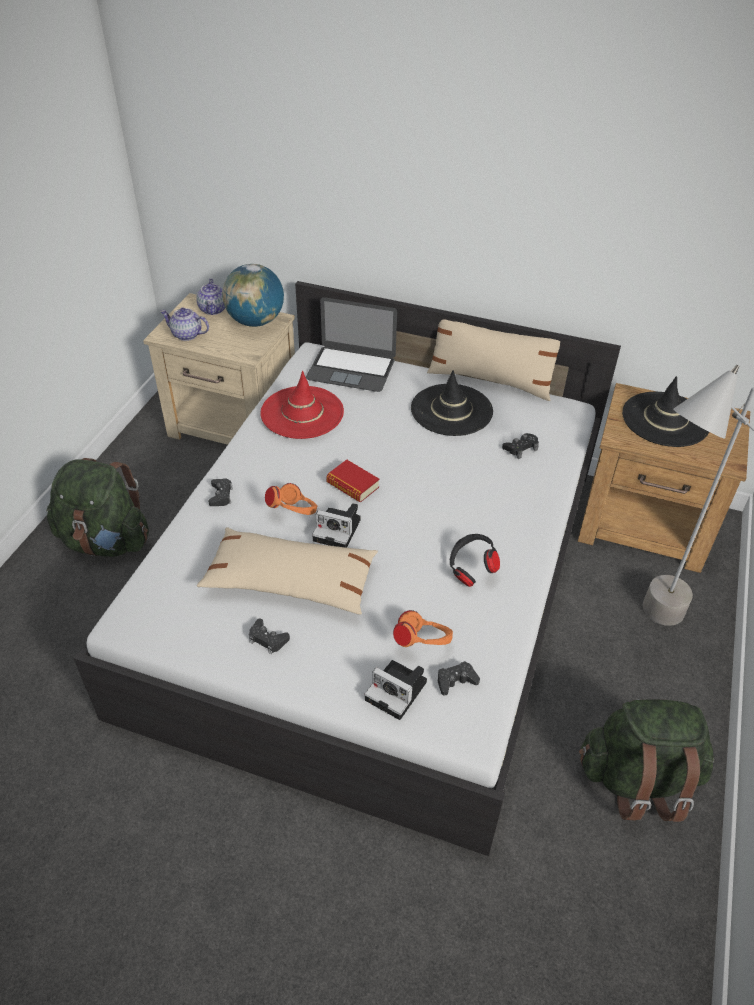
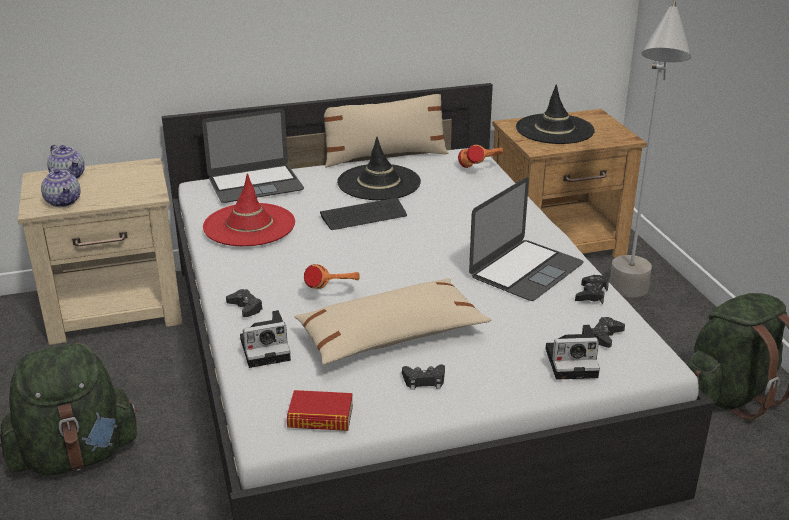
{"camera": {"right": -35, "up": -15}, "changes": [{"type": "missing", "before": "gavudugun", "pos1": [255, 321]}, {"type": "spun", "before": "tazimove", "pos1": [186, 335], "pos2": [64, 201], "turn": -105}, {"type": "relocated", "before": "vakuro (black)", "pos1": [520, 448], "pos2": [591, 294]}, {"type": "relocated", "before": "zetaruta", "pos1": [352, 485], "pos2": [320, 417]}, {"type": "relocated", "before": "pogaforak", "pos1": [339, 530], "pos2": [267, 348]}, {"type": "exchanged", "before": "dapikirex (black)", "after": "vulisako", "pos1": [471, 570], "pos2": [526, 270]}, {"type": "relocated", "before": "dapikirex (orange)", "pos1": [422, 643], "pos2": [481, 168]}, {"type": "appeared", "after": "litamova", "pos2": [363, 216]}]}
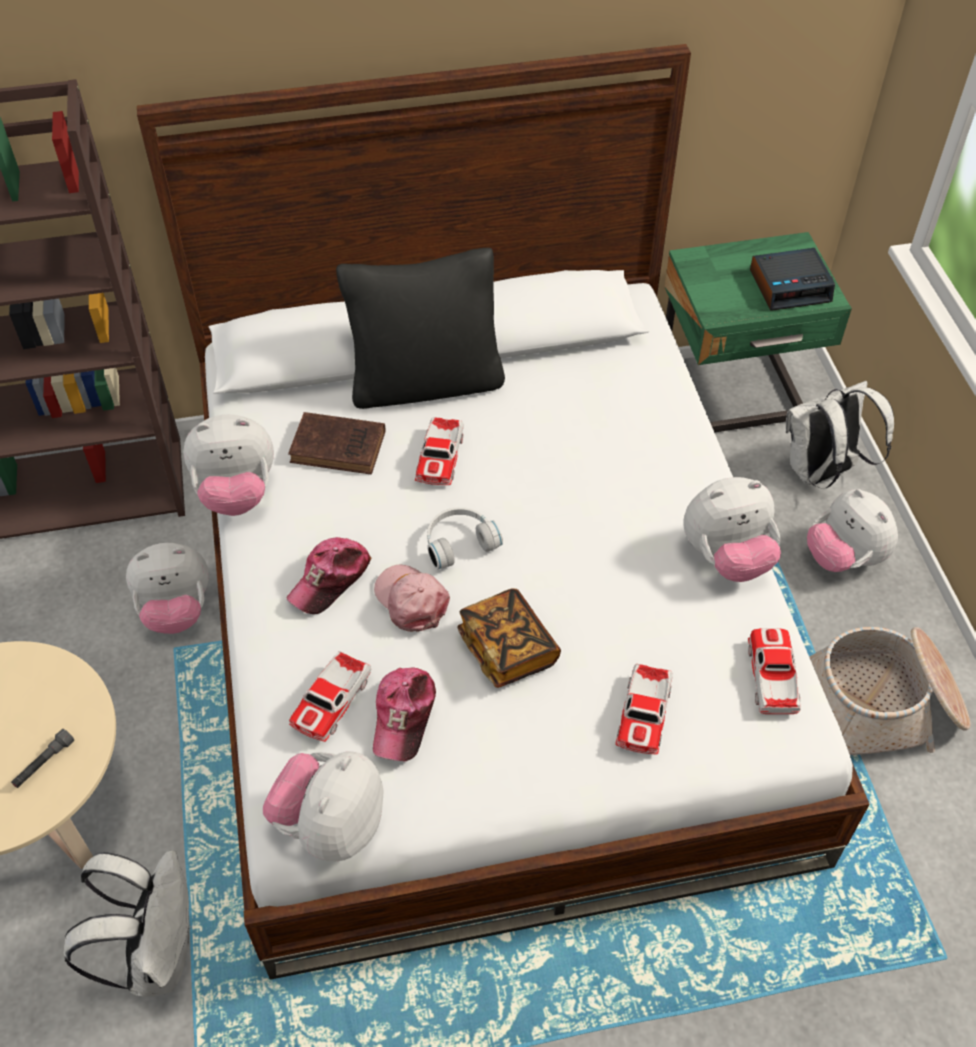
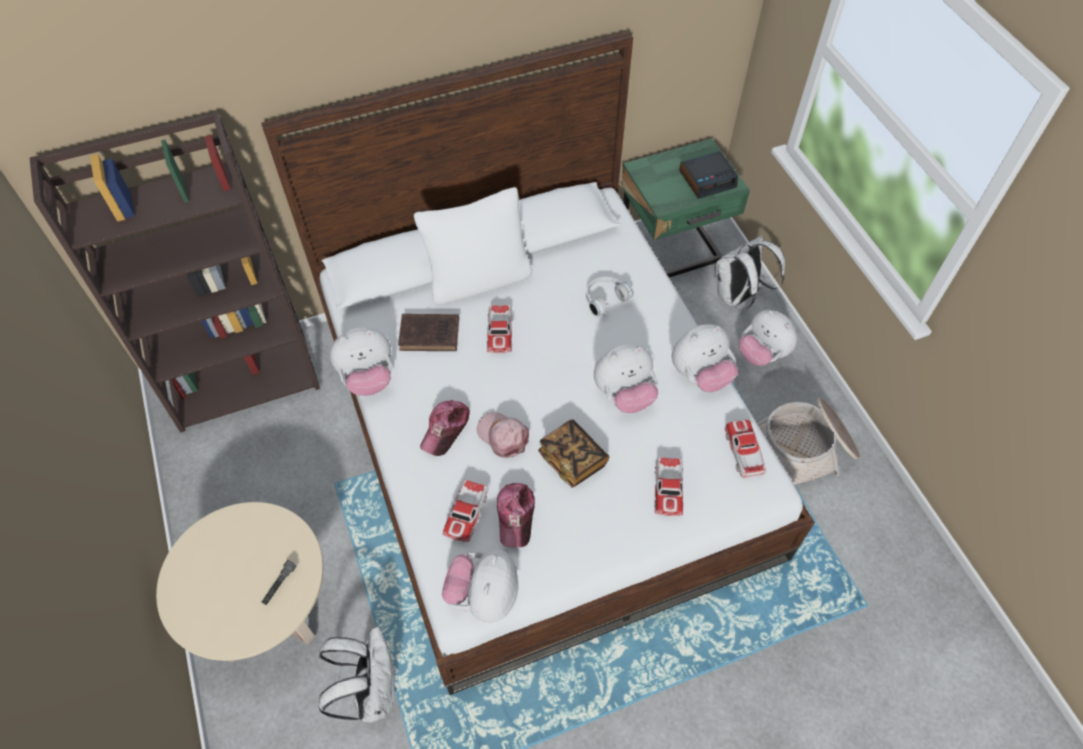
{"camera": {"right": -10, "up": 5}, "changes": [{"type": "colour", "before": "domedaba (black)", "after": "domedaba (white)", "pos1": [426, 382], "pos2": [478, 279]}, {"type": "relocated", "before": "dapikirex (white)", "pos1": [458, 542], "pos2": [604, 298]}, {"type": "relocated", "before": "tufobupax", "pos1": [176, 610], "pos2": [624, 394]}]}
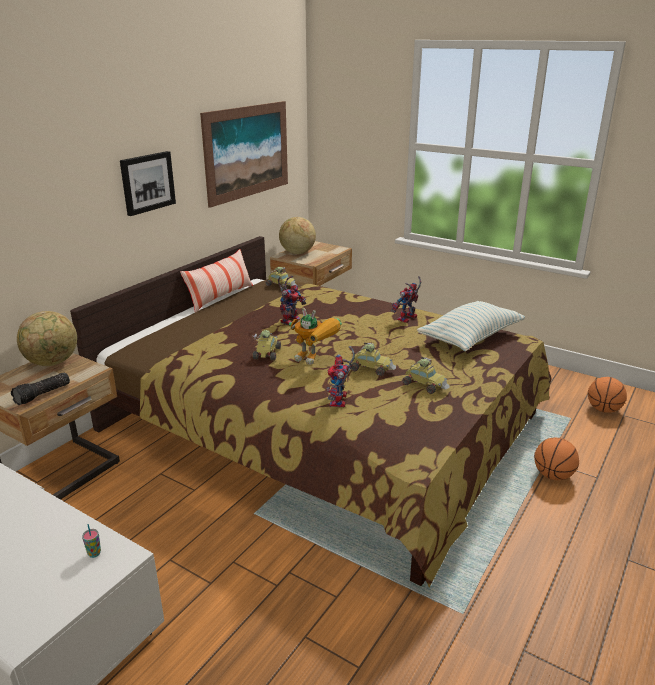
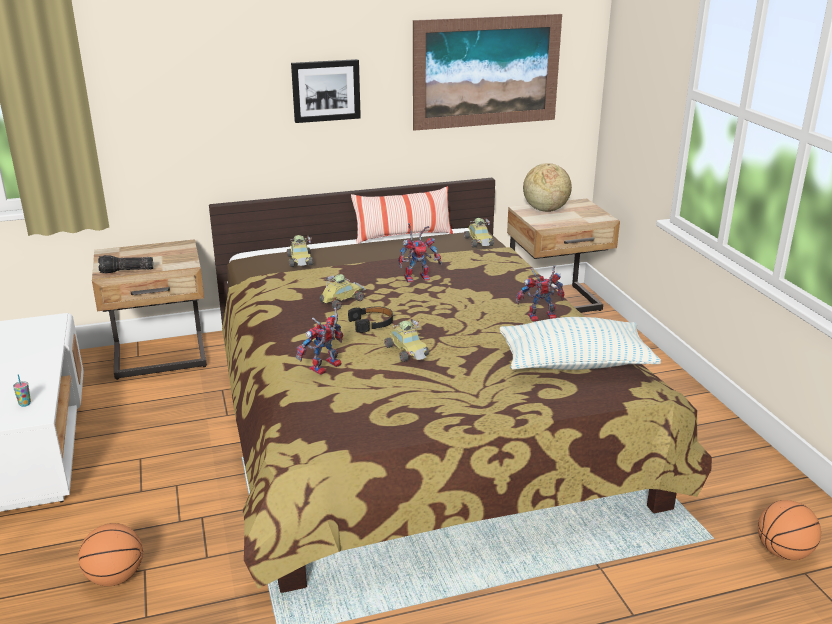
{"camera": {"right": 40, "up": 0}, "changes": [{"type": "exchanged", "before": "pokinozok", "after": "dapikirex (black)", "pos1": [316, 360], "pos2": [372, 323]}, {"type": "missing", "before": "gavudugun", "pos1": [53, 363]}, {"type": "relocated", "before": "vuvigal", "pos1": [425, 384], "pos2": [300, 261]}, {"type": "relocated", "before": "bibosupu", "pos1": [553, 475], "pos2": [115, 577]}]}
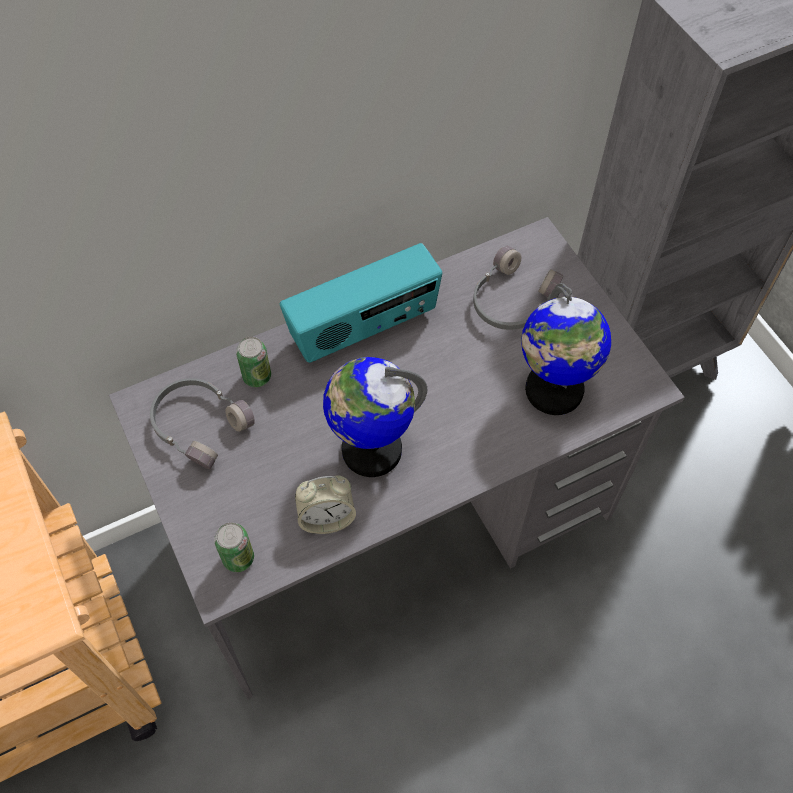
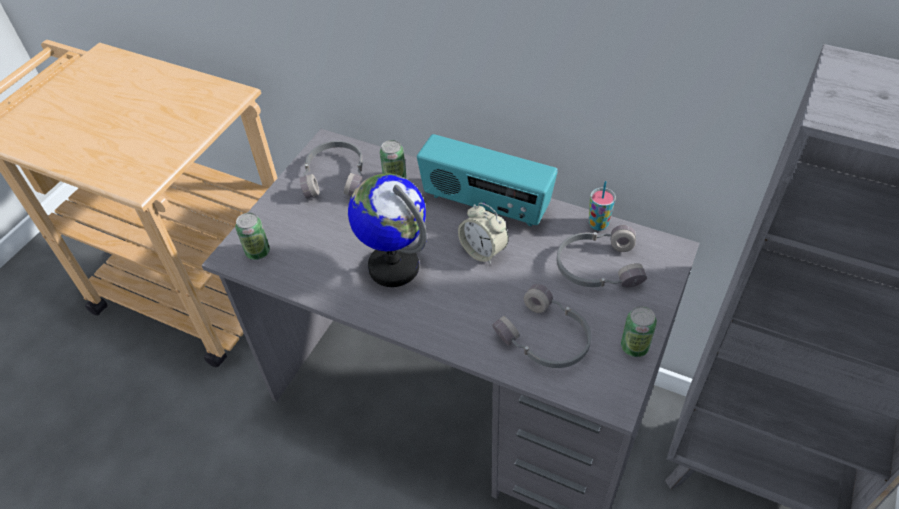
{"camera": {"right": 55, "up": -10}, "changes": [{"type": "exchanged", "before": "gavudugun", "after": "dapikirex (grey)", "pos1": [553, 390], "pos2": [545, 339]}, {"type": "relocated", "before": "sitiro", "pos1": [326, 517], "pos2": [483, 251]}, {"type": "appeared", "after": "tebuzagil", "pos2": [598, 224]}, {"type": "appeared", "after": "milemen", "pos2": [634, 347]}]}
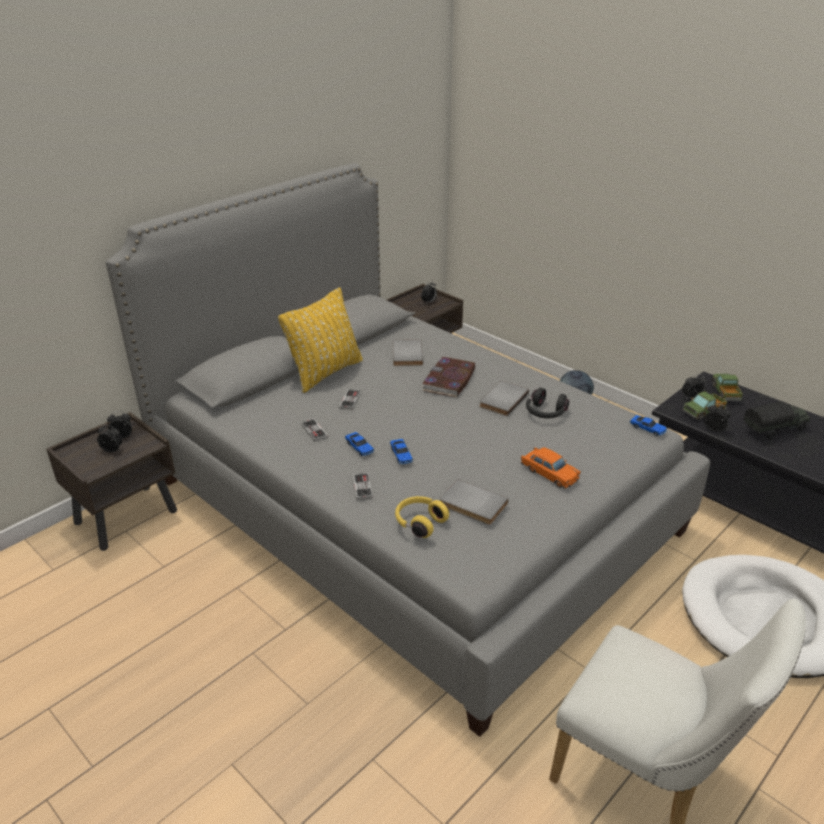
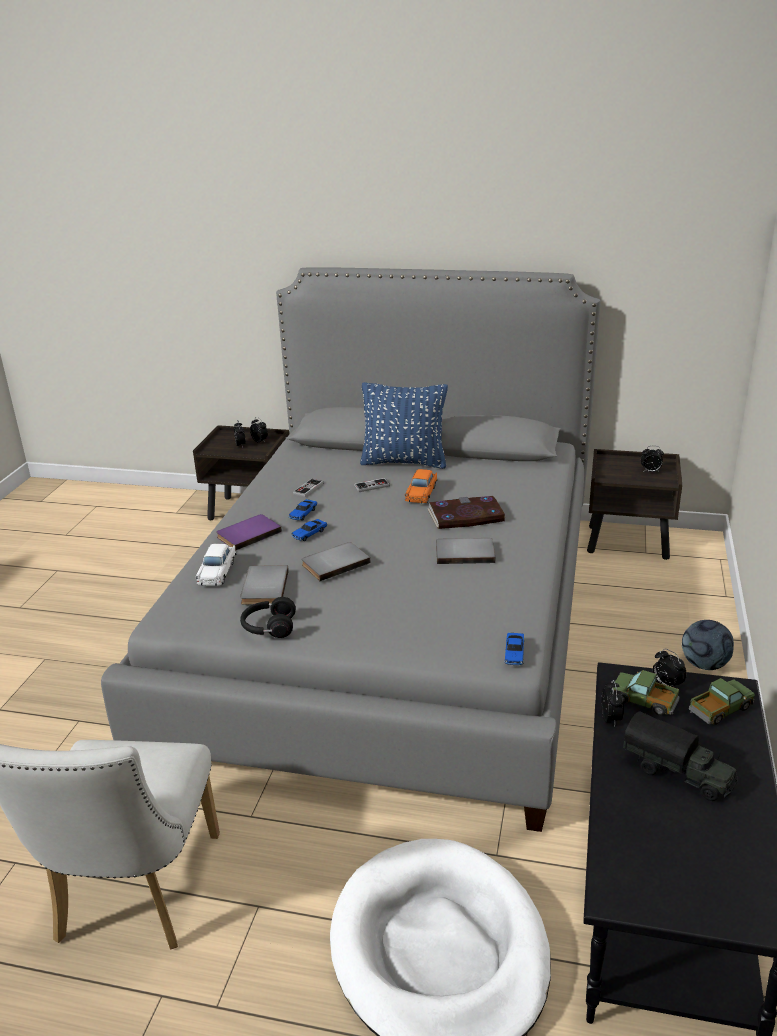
{"camera": {"right": 60, "up": -5}, "changes": [{"type": "colour", "before": "domedaba (yellow)", "after": "domedaba (blue)", "pos1": [325, 372], "pos2": [404, 462]}, {"type": "relocated", "before": "zetaruta (grey)", "pos1": [405, 354], "pos2": [334, 563]}, {"type": "relocated", "before": "dapikirex (black)", "pos1": [545, 413], "pos2": [268, 628]}, {"type": "relocated", "before": "vuvigal (orange)", "pos1": [549, 473], "pos2": [422, 493]}, {"type": "exchanged", "before": "vakuro", "after": "zetaruta (purple)", "pos1": [362, 487], "pos2": [247, 534]}, {"type": "exchanged", "before": "dapikirex (yellow)", "after": "vuvigal (white)", "pos1": [419, 522], "pos2": [217, 571]}]}
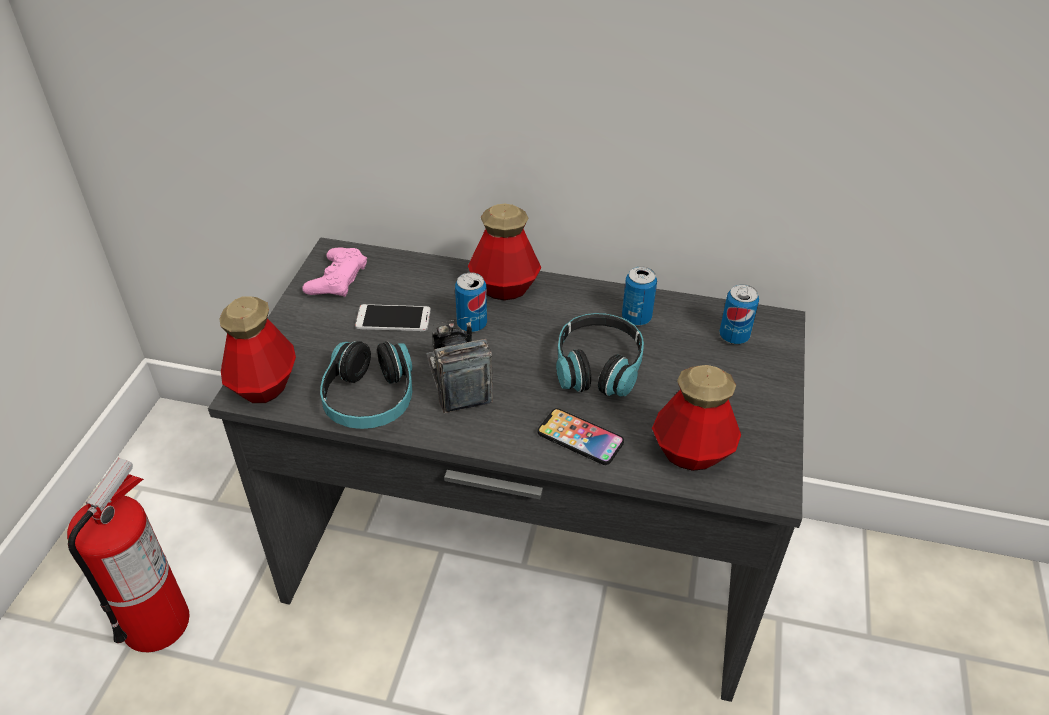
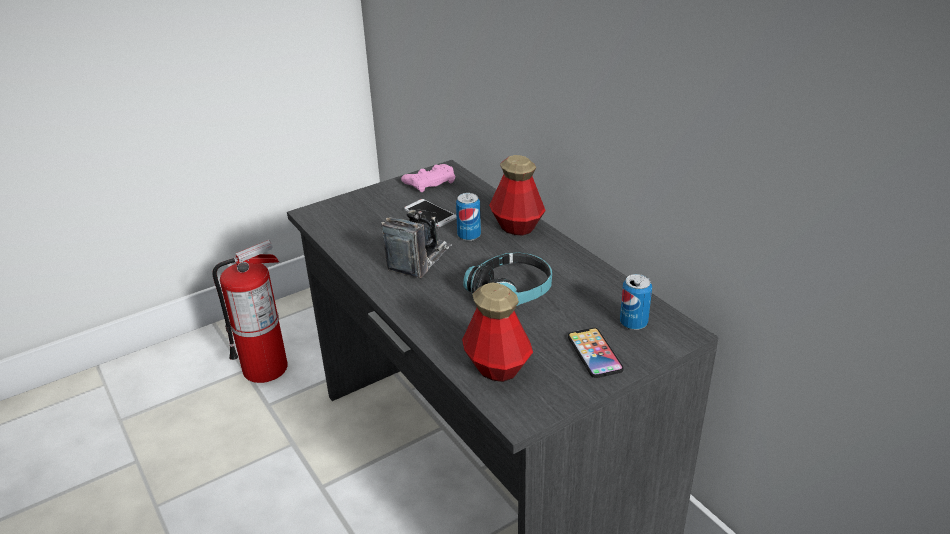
{"camera": {"right": 45, "up": -10}, "changes": [{"type": "missing", "before": "milemen", "pos1": [636, 318]}, {"type": "missing", "before": "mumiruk", "pos1": [264, 386]}, {"type": "missing", "before": "dapikirex", "pos1": [370, 399]}, {"type": "relocated", "before": "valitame", "pos1": [580, 437], "pos2": [594, 353]}]}
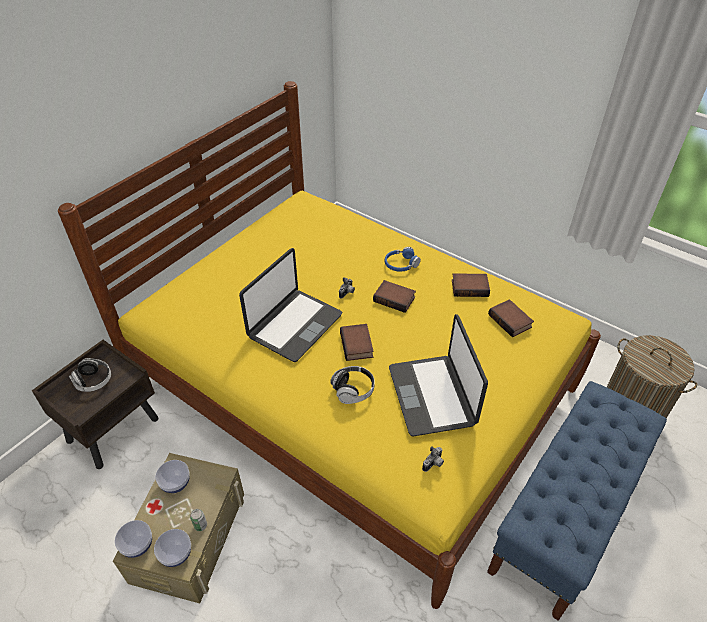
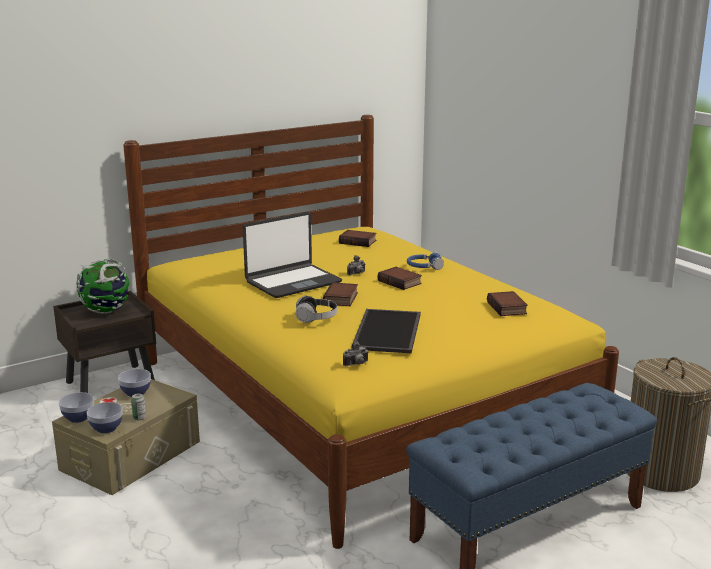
{"camera": {"right": 20, "up": -25}, "changes": [{"type": "relocated", "before": "zetaruta", "pos1": [470, 287], "pos2": [358, 241]}, {"type": "exchanged", "before": "vulisako", "after": "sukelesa", "pos1": [433, 395], "pos2": [389, 332]}, {"type": "exchanged", "before": "dapikirex", "after": "gavudugun", "pos1": [93, 381], "pos2": [106, 311]}]}
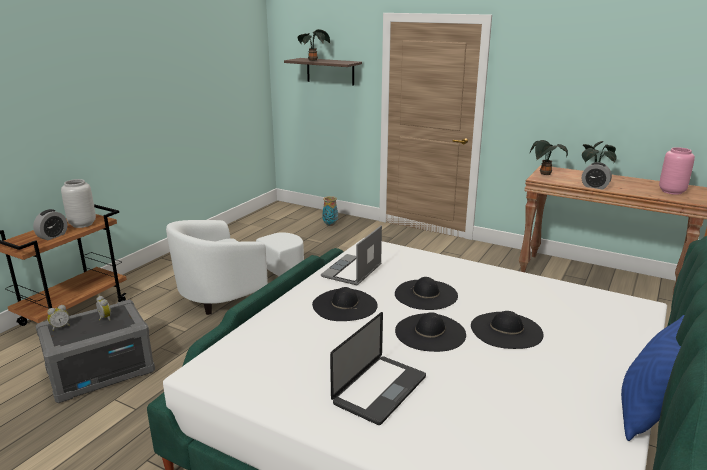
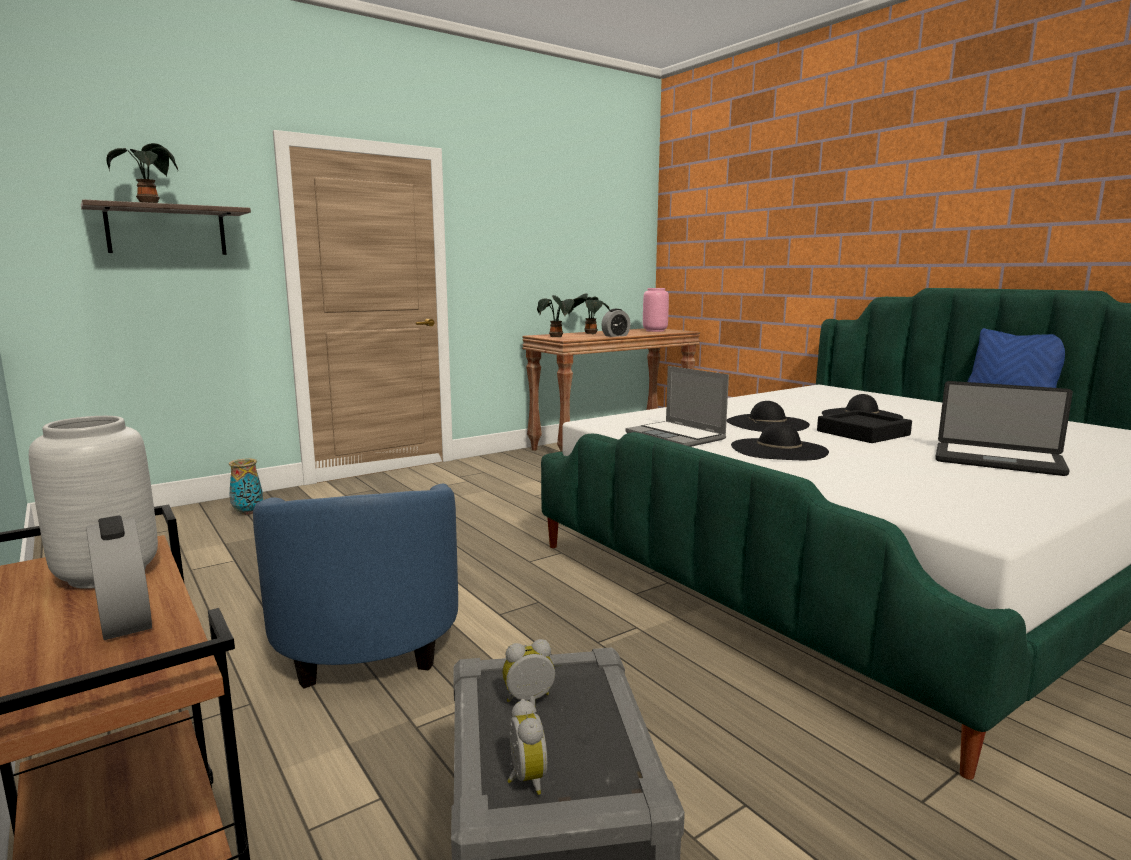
{"camera": {"right": -65, "up": -10}, "changes": [{"type": "colour", "before": "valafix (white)", "after": "valafix (blue)", "pos1": [235, 290], "pos2": [367, 626]}, {"type": "spun", "before": "vulisako", "pos1": [380, 390], "pos2": [998, 461], "turn": 150}, {"type": "exchanged", "before": "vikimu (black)", "after": "sukelesa (black)", "pos1": [430, 332], "pos2": [863, 433]}]}
